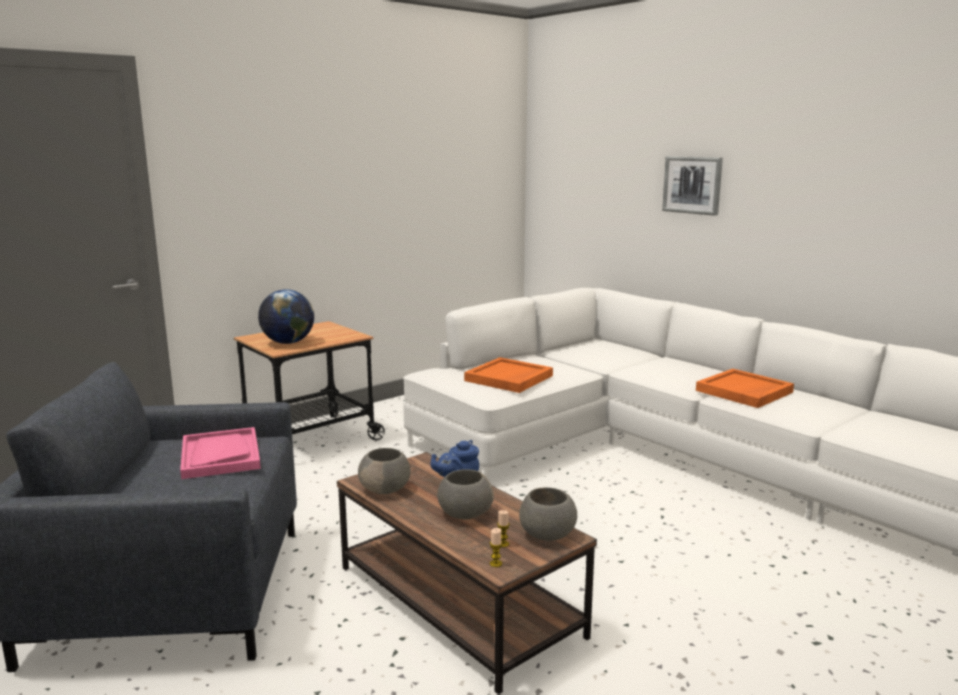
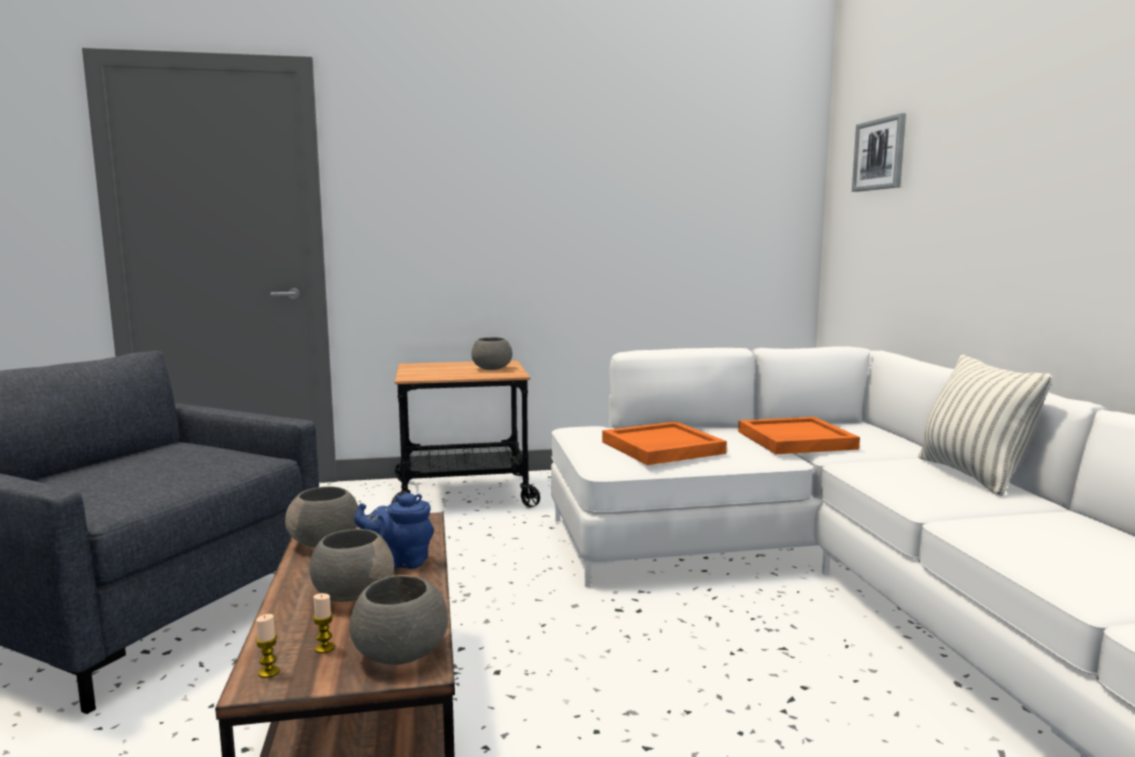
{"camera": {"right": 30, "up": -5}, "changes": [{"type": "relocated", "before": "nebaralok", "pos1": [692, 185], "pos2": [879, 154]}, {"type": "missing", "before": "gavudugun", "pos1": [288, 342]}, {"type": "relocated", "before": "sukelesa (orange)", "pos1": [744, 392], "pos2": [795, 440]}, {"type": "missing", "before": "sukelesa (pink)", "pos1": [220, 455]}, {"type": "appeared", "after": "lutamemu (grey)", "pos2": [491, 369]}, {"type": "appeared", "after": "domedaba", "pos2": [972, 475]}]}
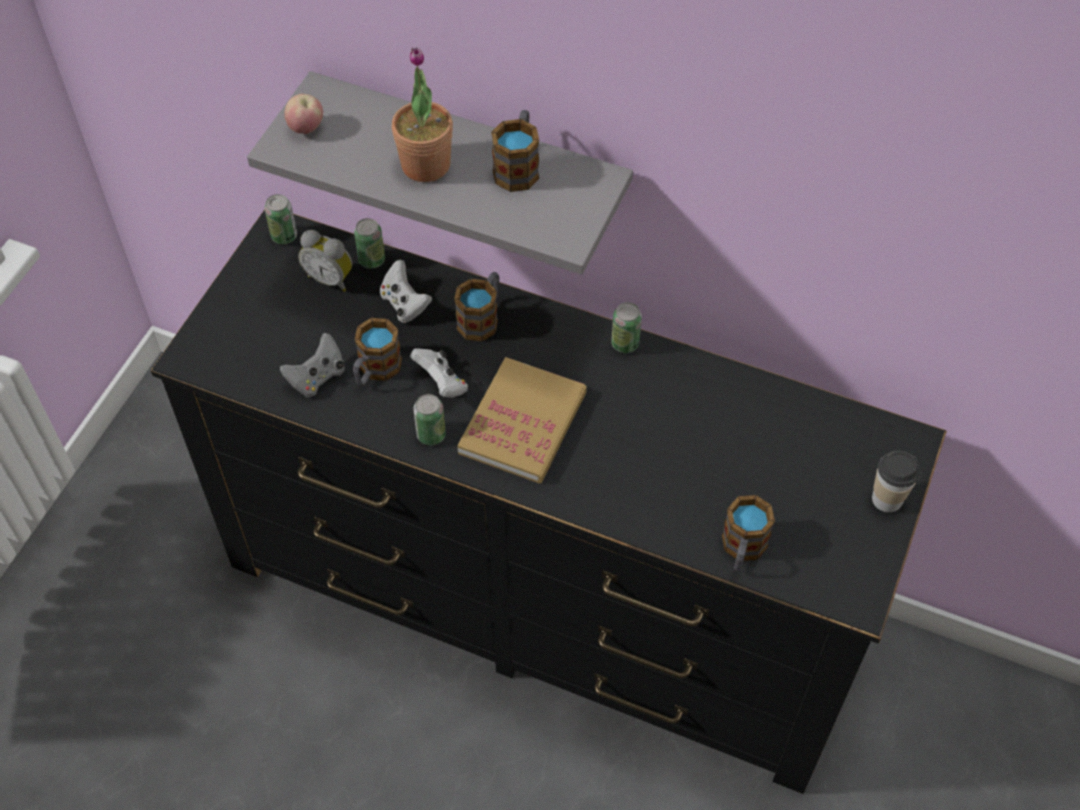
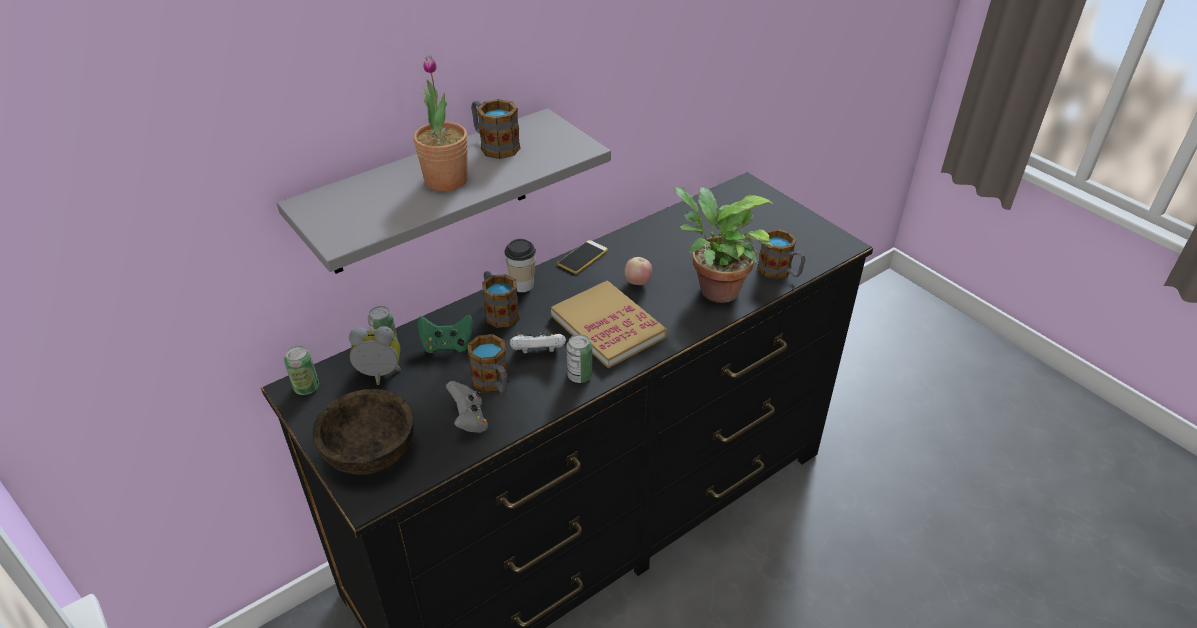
{"camera": {"right": -60, "up": -15}, "changes": [{"type": "relocated", "before": "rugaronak", "pos1": [306, 128], "pos2": [637, 283]}, {"type": "spun", "before": "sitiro", "pos1": [330, 278], "pos2": [379, 376], "turn": -150}, {"type": "colour", "before": "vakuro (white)", "after": "vakuro (green)", "pos1": [404, 304], "pos2": [447, 345]}, {"type": "exchanged", "before": "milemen", "after": "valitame", "pos1": [625, 343], "pos2": [582, 257]}, {"type": "relocated", "before": "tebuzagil", "pos1": [887, 499], "pos2": [522, 284]}, {"type": "appeared", "after": "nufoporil", "pos2": [713, 290]}, {"type": "appeared", "after": "lutamemu (brown)", "pos2": [371, 453]}]}
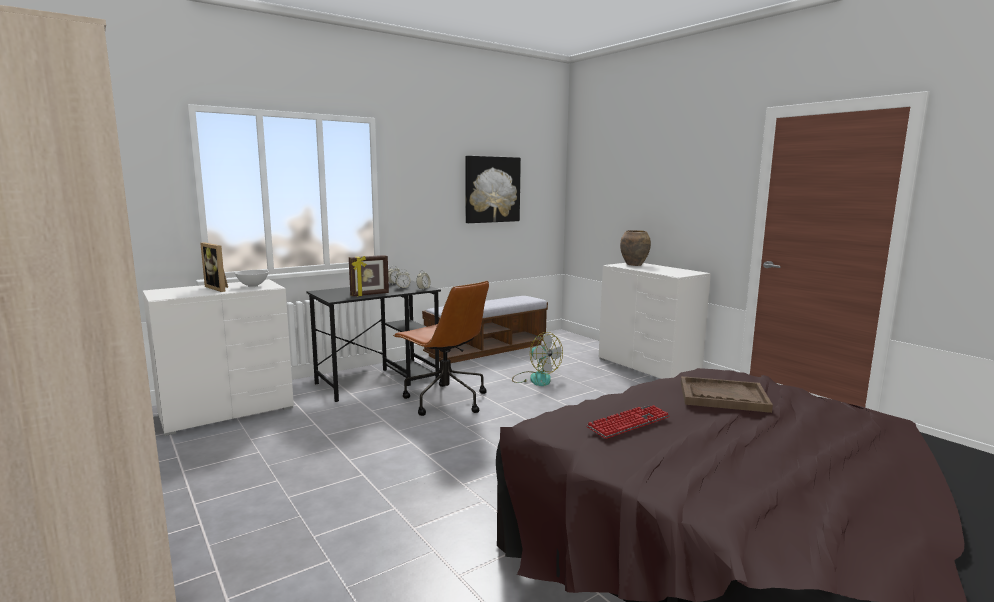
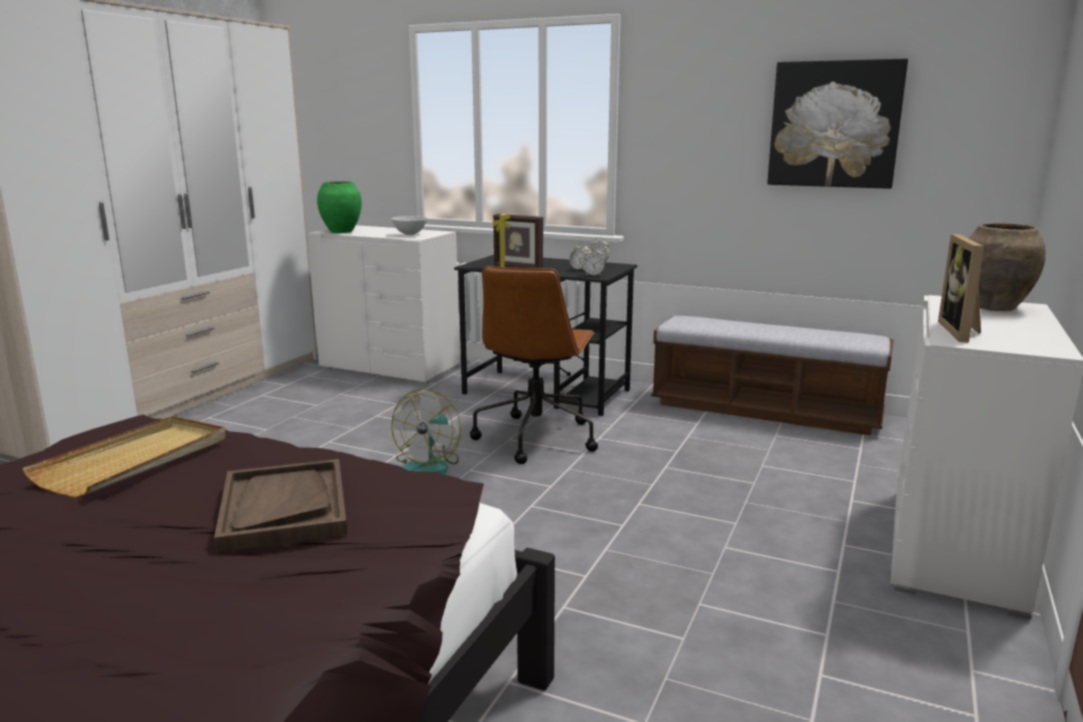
{"camera": {"right": 60, "up": 5}, "changes": [{"type": "relocated", "before": "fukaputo", "pos1": [219, 288], "pos2": [963, 332]}, {"type": "relocated", "before": "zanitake", "pos1": [535, 378], "pos2": [428, 466]}, {"type": "exchanged", "before": "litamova", "after": "sukelesa (beige)", "pos1": [629, 423], "pos2": [135, 460]}, {"type": "appeared", "after": "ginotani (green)", "pos2": [341, 231]}]}
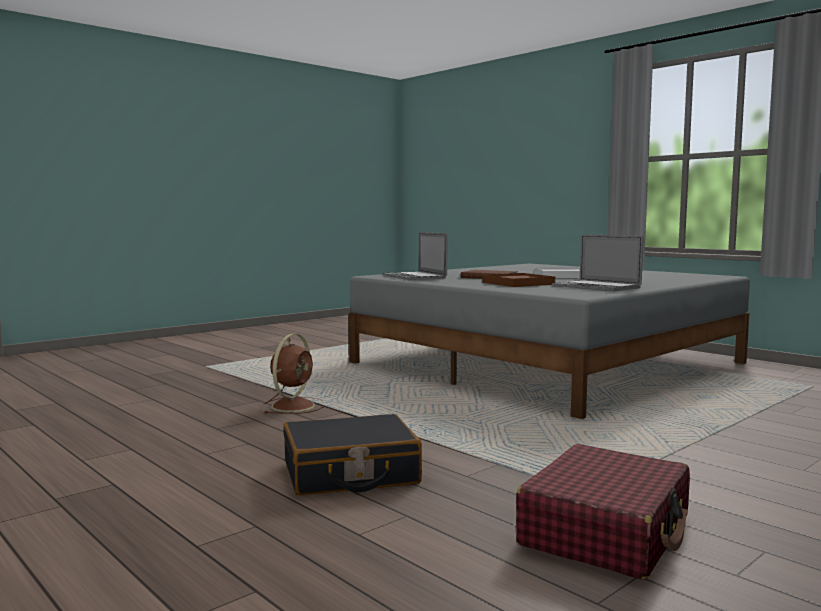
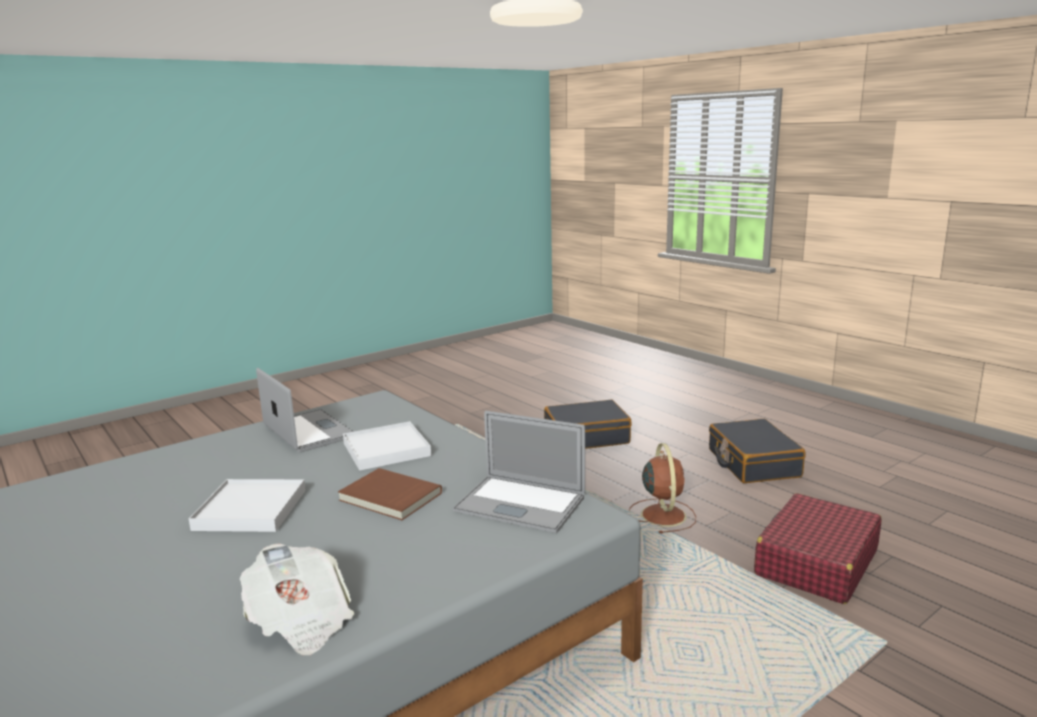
{"camera": {"right": -175, "up": 10}, "changes": [{"type": "spun", "before": "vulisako", "pos1": [414, 276], "pos2": [520, 504], "turn": 135}, {"type": "colour", "before": "sukelesa (brown)", "after": "sukelesa (white)", "pos1": [518, 283], "pos2": [386, 449]}, {"type": "spun", "before": "zanitake (brown)", "pos1": [294, 405], "pos2": [662, 514], "turn": 150}, {"type": "relocated", "before": "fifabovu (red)", "pos1": [606, 531], "pos2": [816, 563]}, {"type": "appeared", "after": "fifabovu (black)", "pos2": [752, 463]}, {"type": "appeared", "after": "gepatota", "pos2": [300, 621]}]}
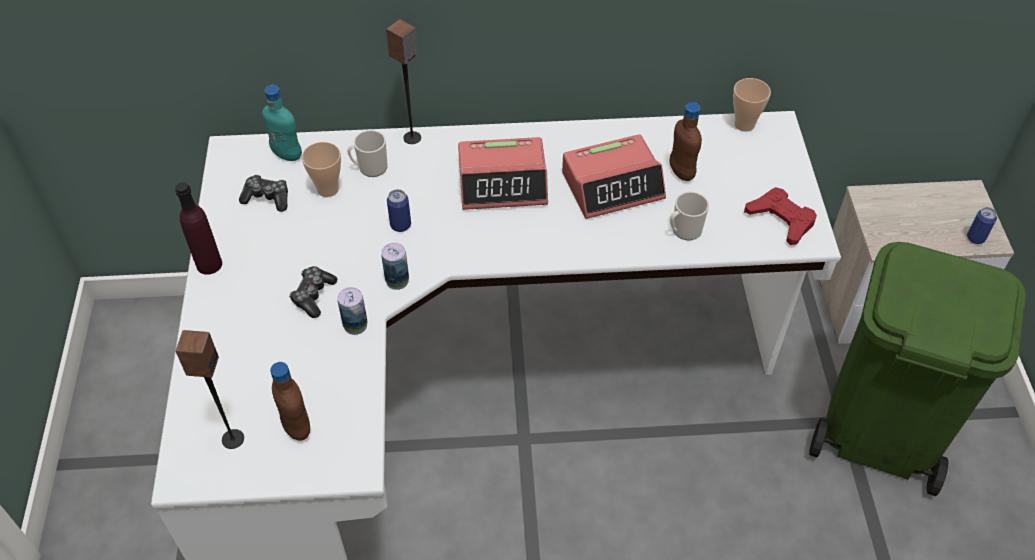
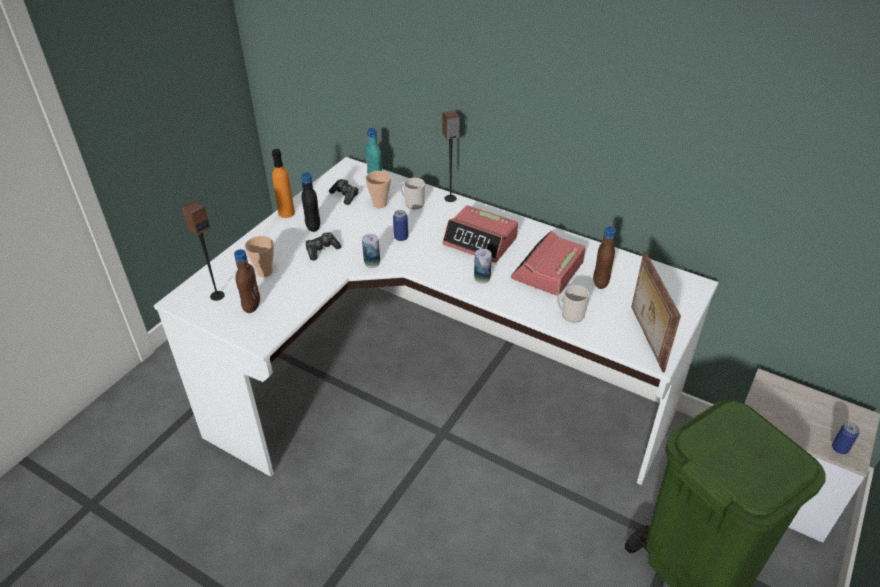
{"camera": {"right": 35, "up": -10}, "changes": [{"type": "relocated", "before": "tebuzagil", "pos1": [744, 124], "pos2": [264, 272]}, {"type": "spun", "before": "sitiro", "pos1": [613, 185], "pos2": [547, 271], "turn": 105}, {"type": "colour", "before": "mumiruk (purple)", "after": "mumiruk (orange)", "pos1": [209, 264], "pos2": [286, 213]}, {"type": "exchanged", "before": "vakuro (red)", "after": "fukaputo", "pos1": [781, 219], "pos2": [645, 338]}, {"type": "relocated", "before": "milemen", "pos1": [355, 325], "pos2": [482, 278]}, {"type": "appeared", "after": "mumiruk (black)", "pos2": [313, 226]}]}
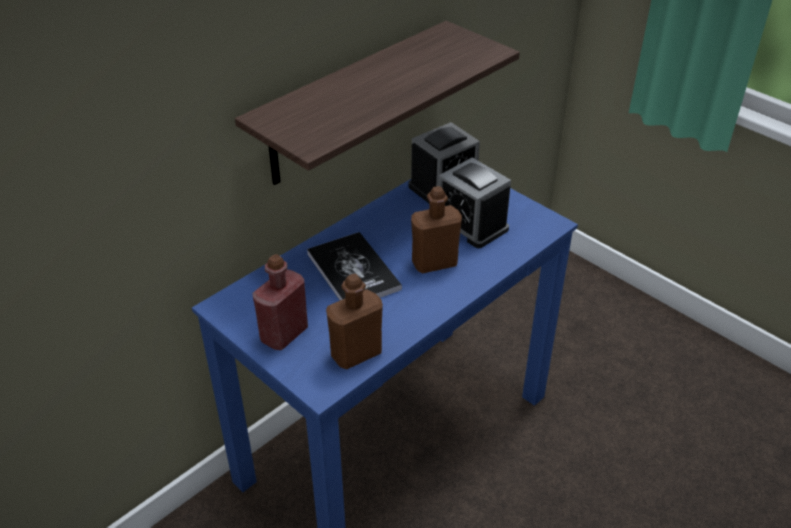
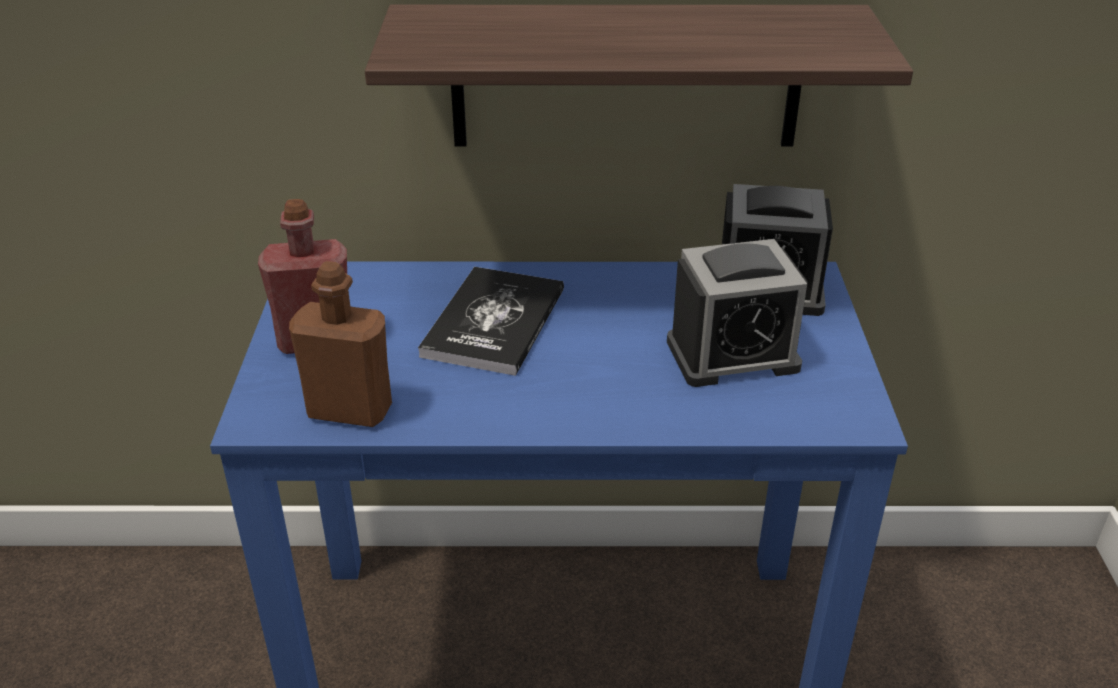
{"camera": {"right": 45, "up": -5}, "changes": [{"type": "spun", "before": "sitiro", "pos1": [471, 224], "pos2": [732, 355], "turn": -105}, {"type": "missing", "before": "mumiruk (brown)", "pos1": [434, 263]}]}
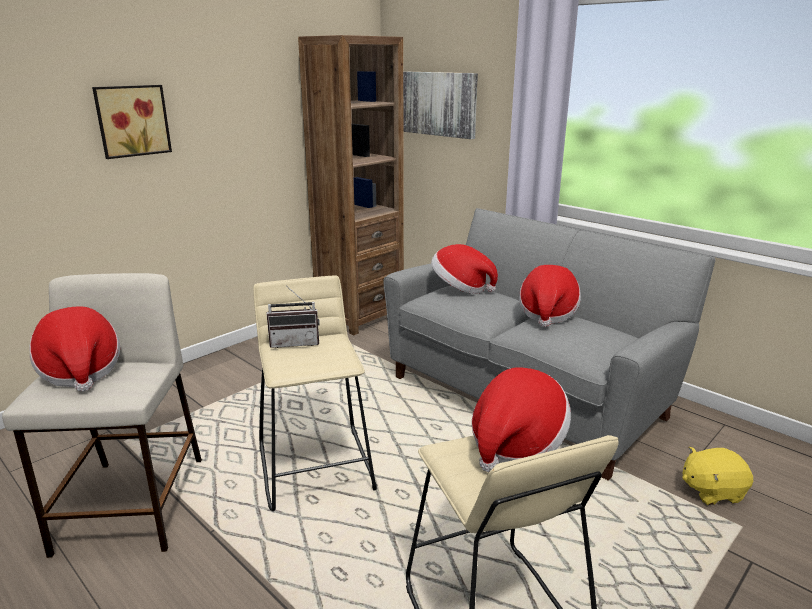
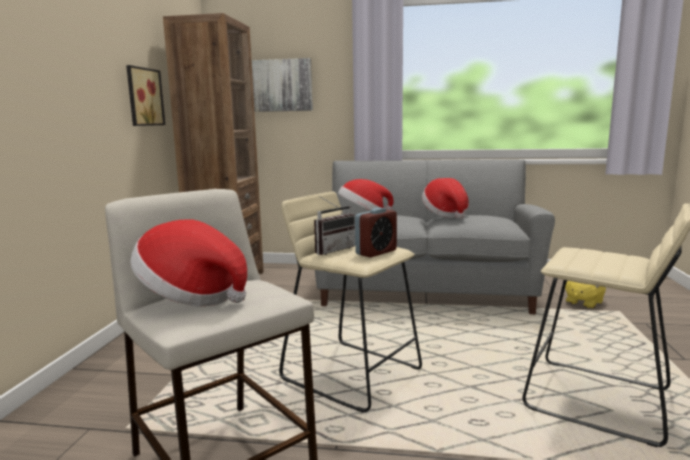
{"camera": {"right": -35, "up": -10}, "changes": [{"type": "relocated", "before": "nebaralok", "pos1": [132, 121], "pos2": [143, 97]}, {"type": "missing", "before": "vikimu", "pos1": [515, 443]}, {"type": "appeared", "after": "sitiro", "pos2": [376, 252]}]}
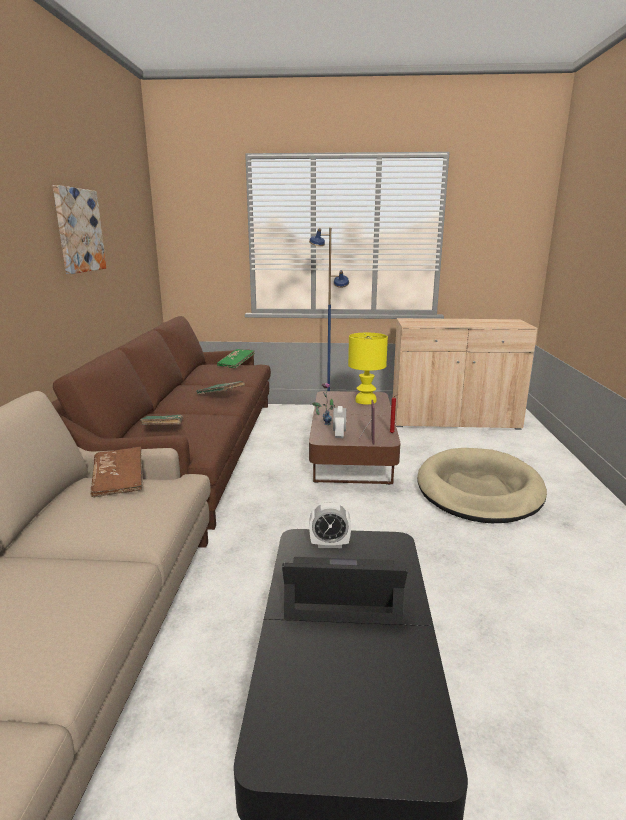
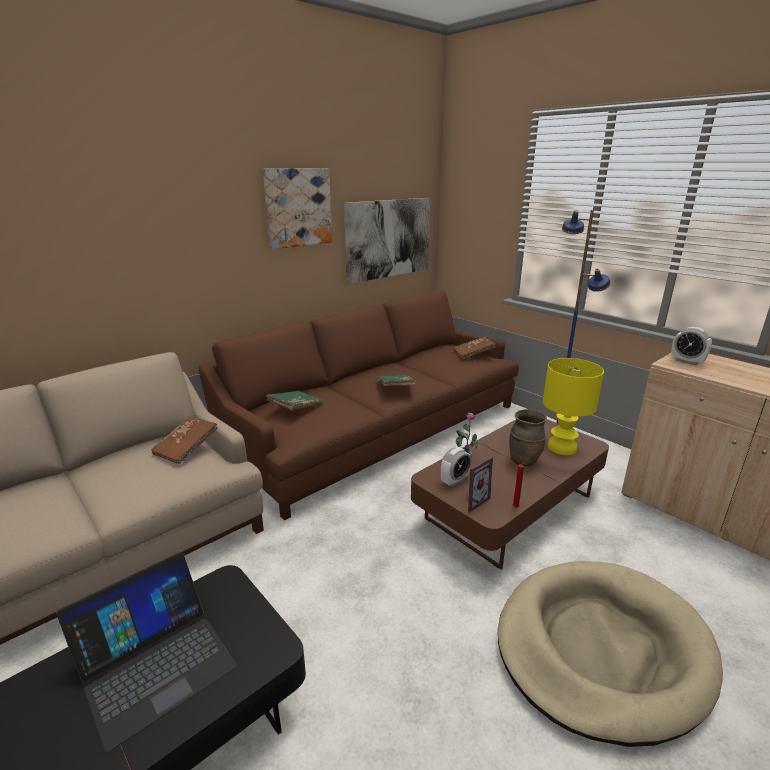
{"camera": {"right": 45, "up": 5}, "changes": [{"type": "colour", "before": "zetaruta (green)", "after": "zetaruta (brown)", "pos1": [236, 364], "pos2": [473, 354]}, {"type": "relocated", "before": "sitiro", "pos1": [329, 544], "pos2": [687, 361]}, {"type": "spun", "before": "vulisako", "pos1": [343, 590], "pos2": [155, 664], "turn": 90}, {"type": "appeared", "after": "nebaralok", "pos2": [389, 239]}, {"type": "appeared", "after": "ginotani (brown)", "pos2": [524, 460]}]}
